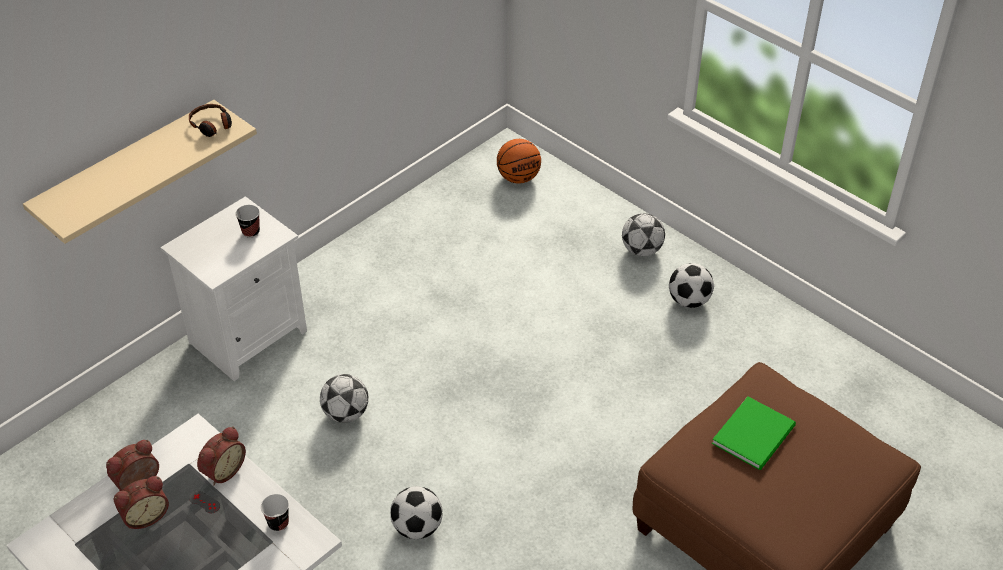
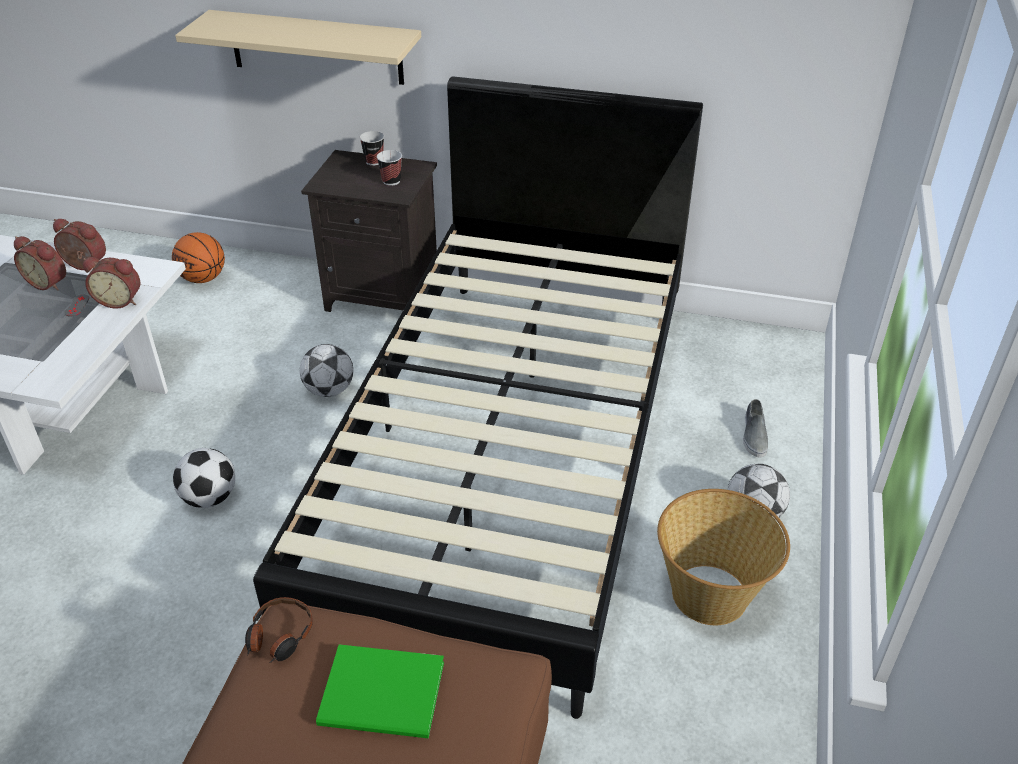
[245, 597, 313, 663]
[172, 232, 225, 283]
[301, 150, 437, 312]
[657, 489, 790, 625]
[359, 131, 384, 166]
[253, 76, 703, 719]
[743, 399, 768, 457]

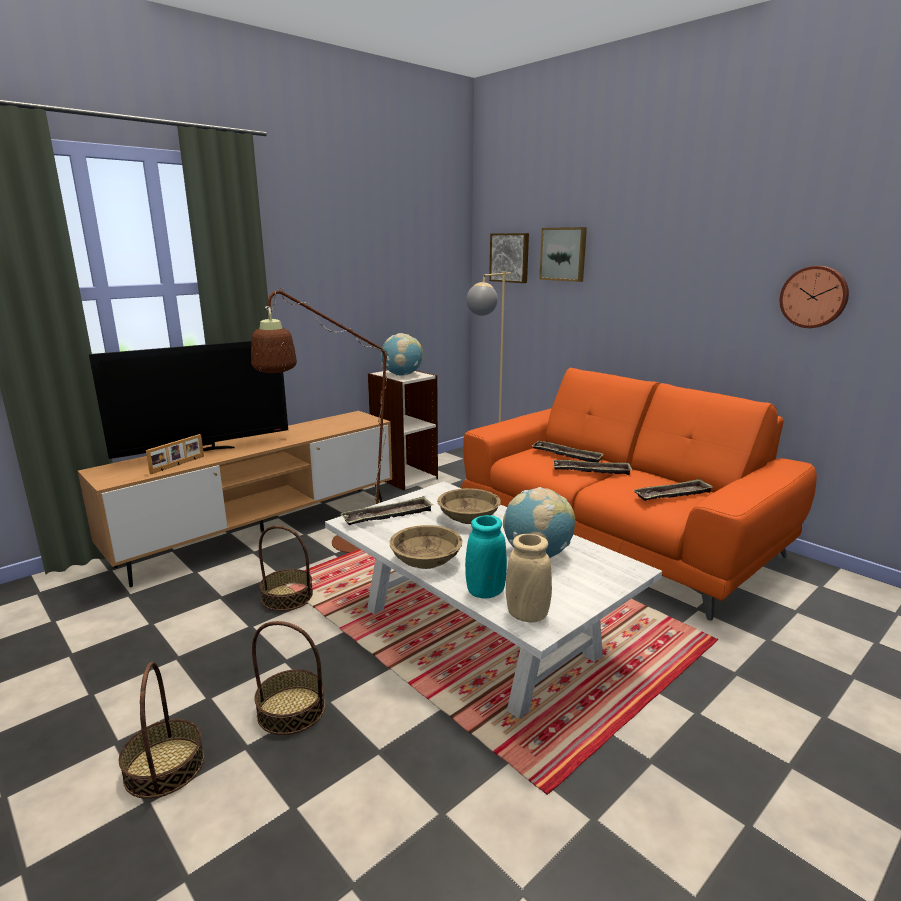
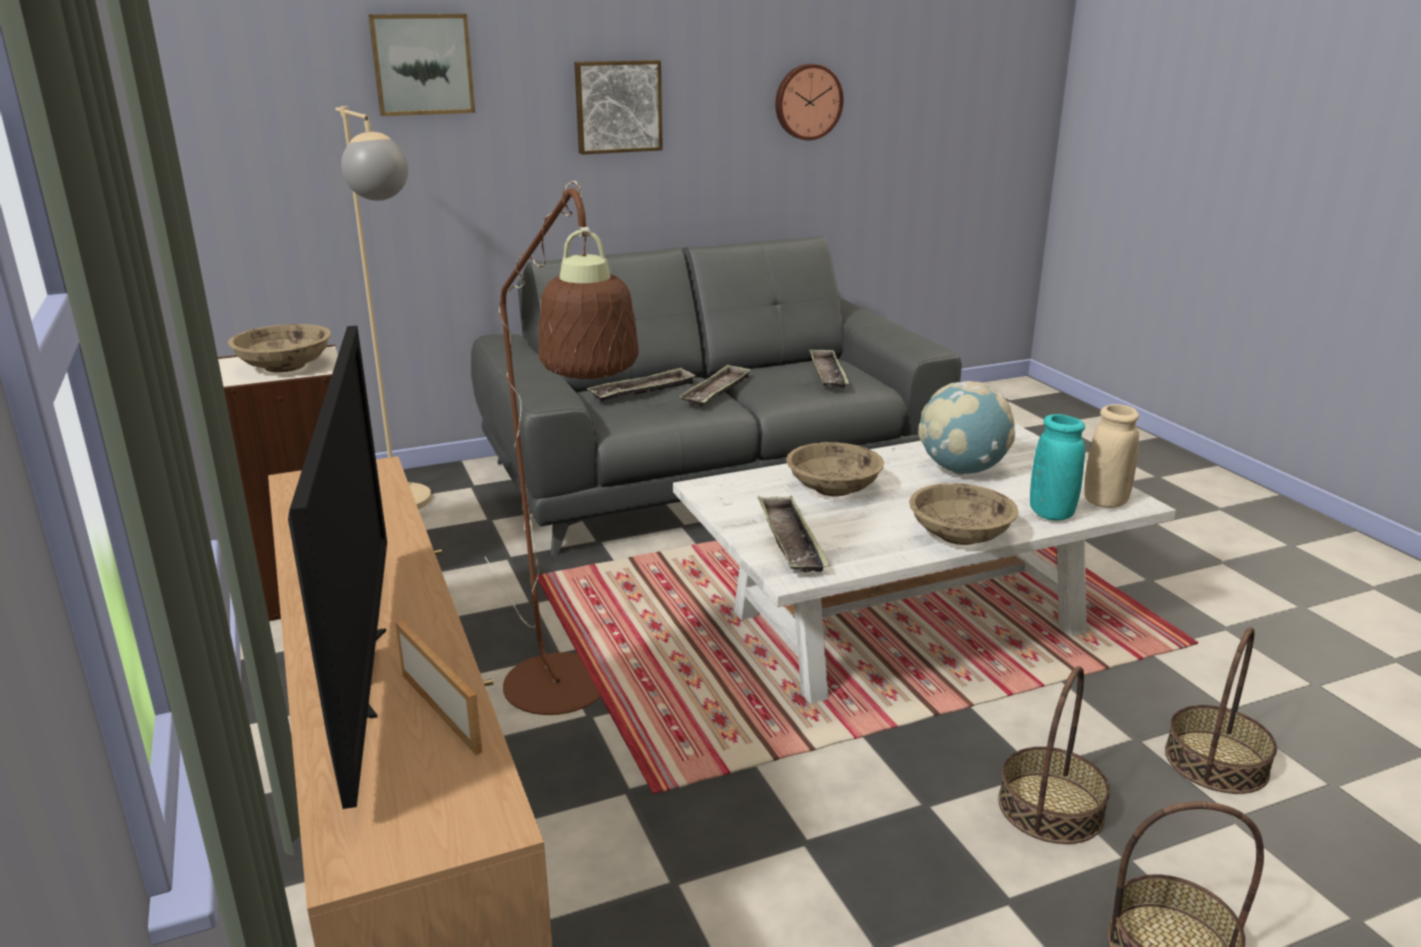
[574, 60, 663, 155]
[228, 324, 331, 373]
[471, 236, 962, 556]
[1165, 627, 1277, 794]

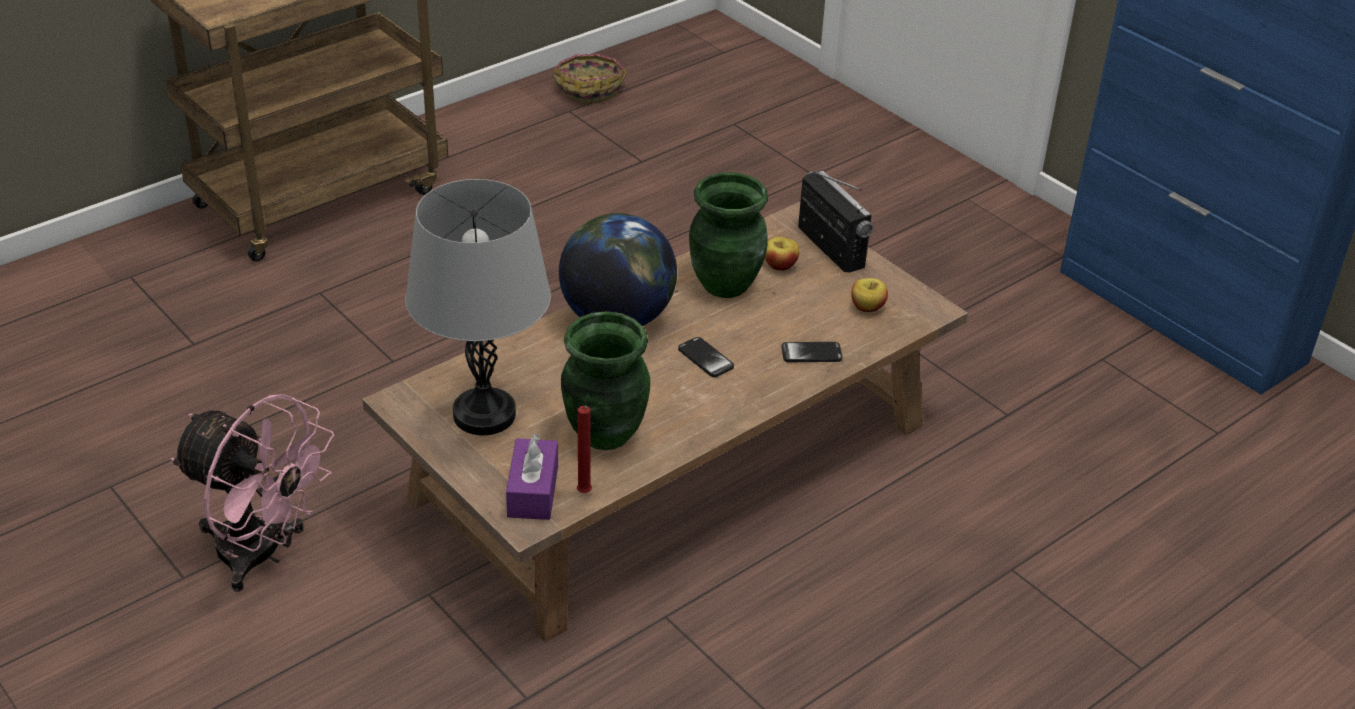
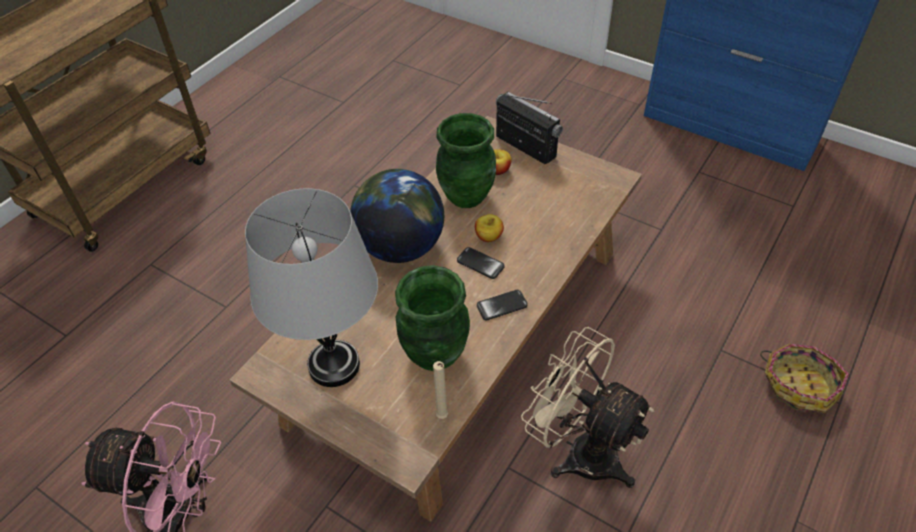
[760, 344, 849, 413]
[475, 214, 504, 242]
[477, 290, 528, 320]
[433, 361, 448, 419]
[506, 434, 558, 520] (first image)
[521, 327, 654, 488]

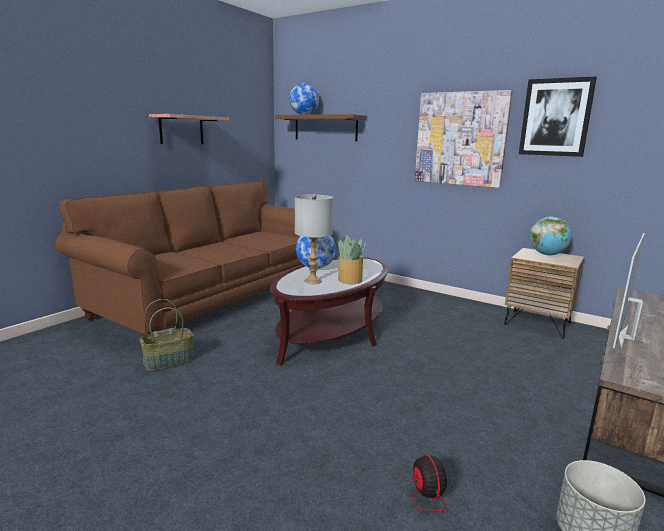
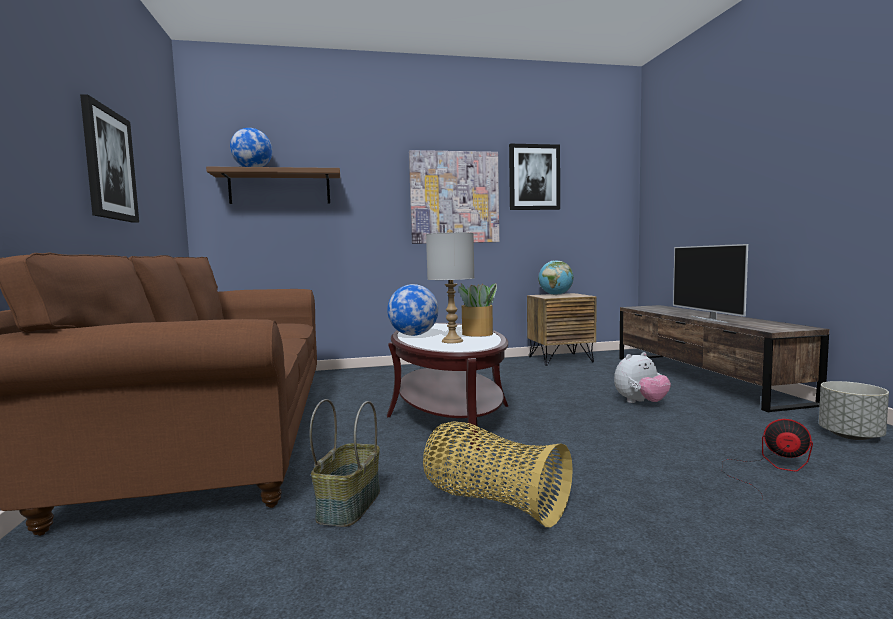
[80, 94, 139, 223]
[614, 352, 671, 403]
[423, 421, 573, 528]

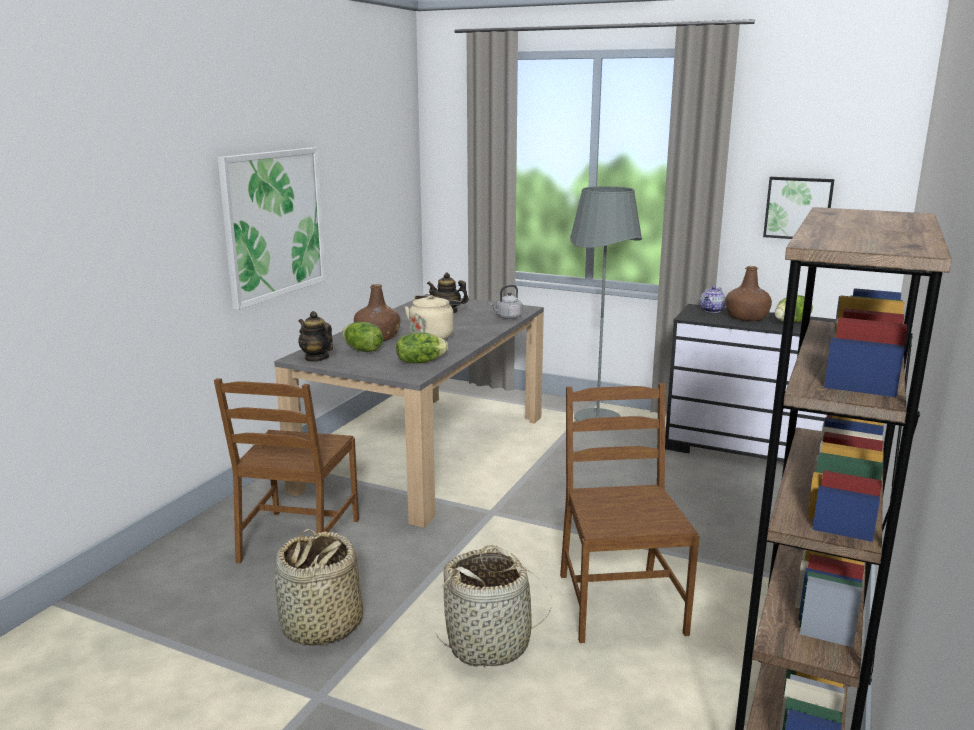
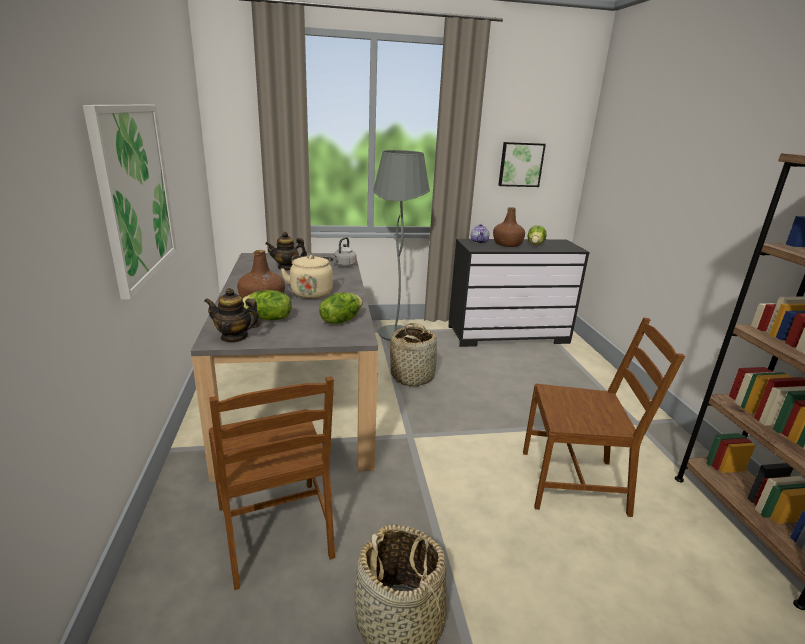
[523, 318, 685, 517]
[390, 323, 438, 387]

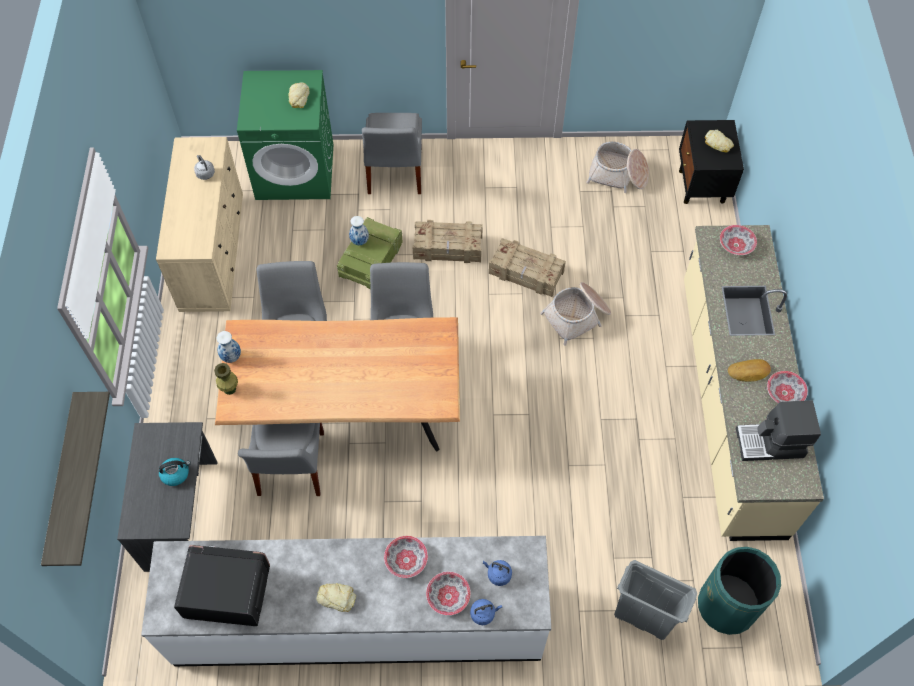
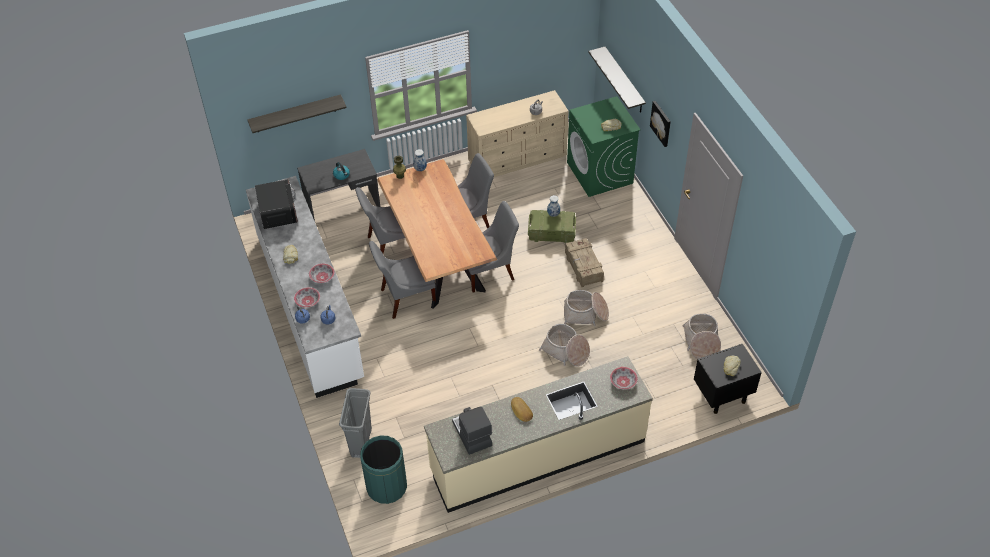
[369, 241, 436, 319]
[564, 290, 609, 327]
[767, 371, 808, 403] (first image)
[588, 47, 646, 113]
[650, 101, 671, 147]

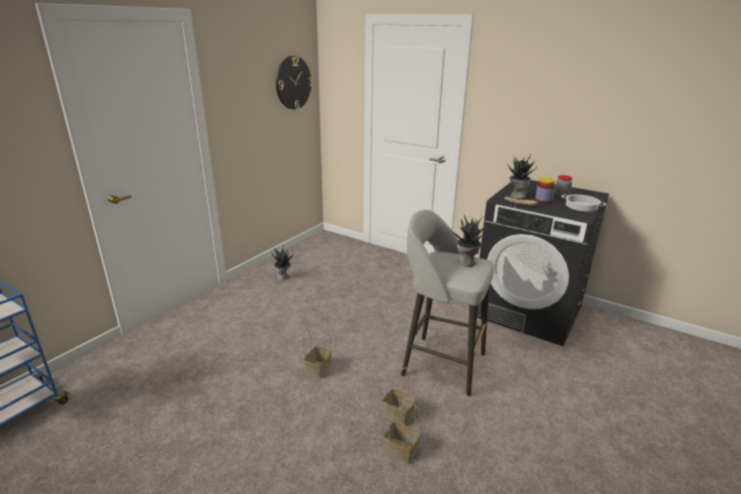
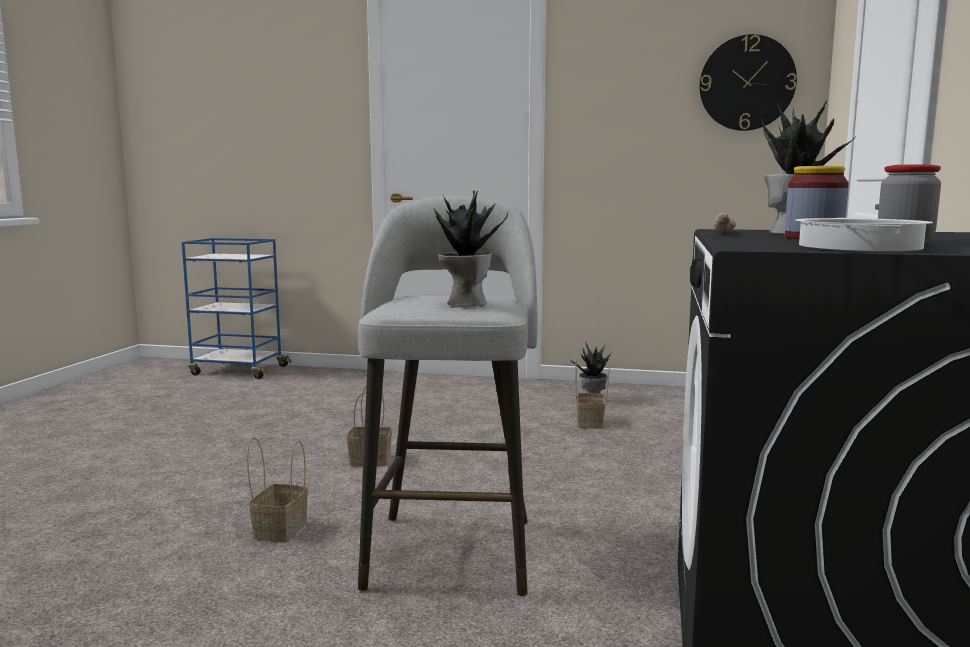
[575, 359, 610, 429]

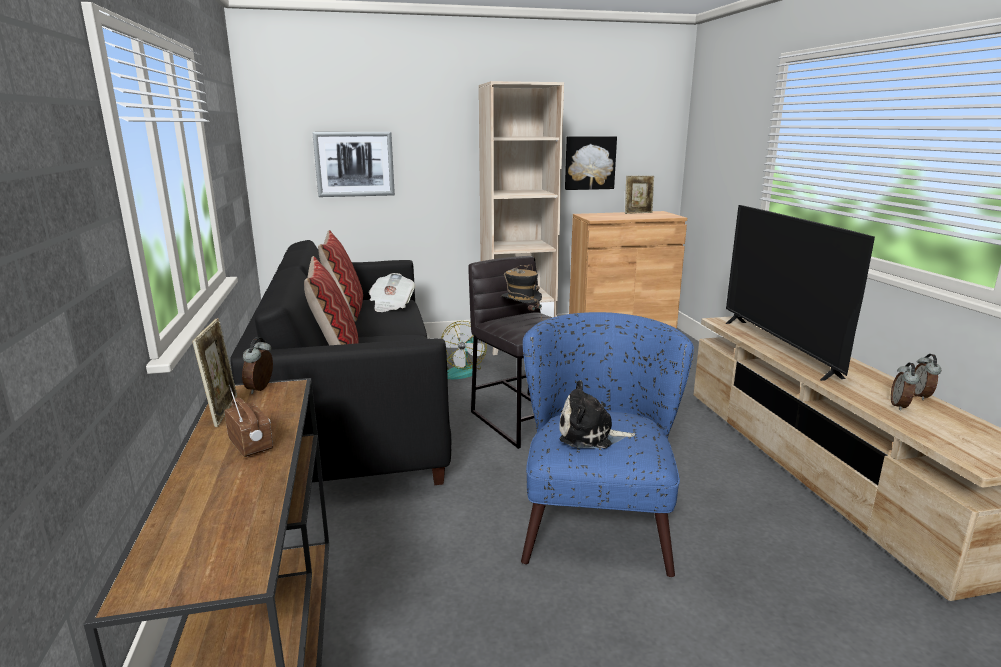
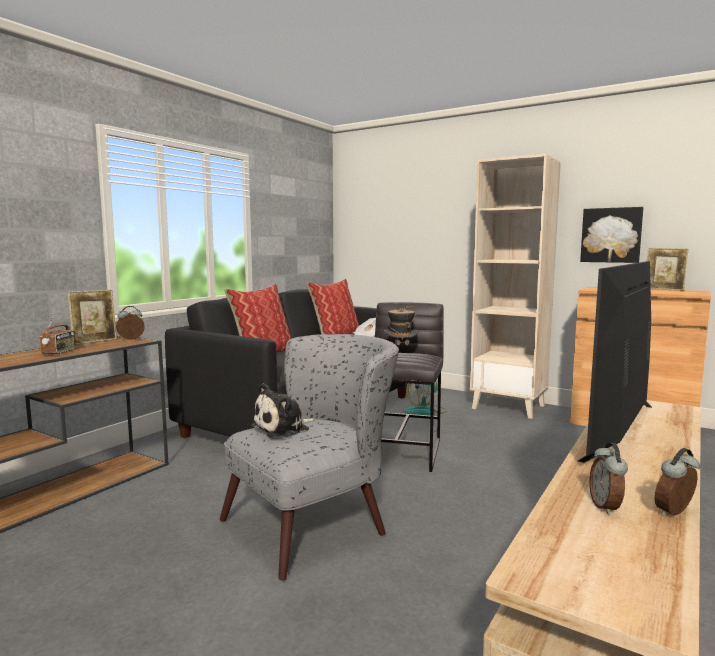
[312, 132, 395, 197] (first image)
[220, 334, 399, 580]
[589, 442, 628, 515]
[251, 383, 315, 437]

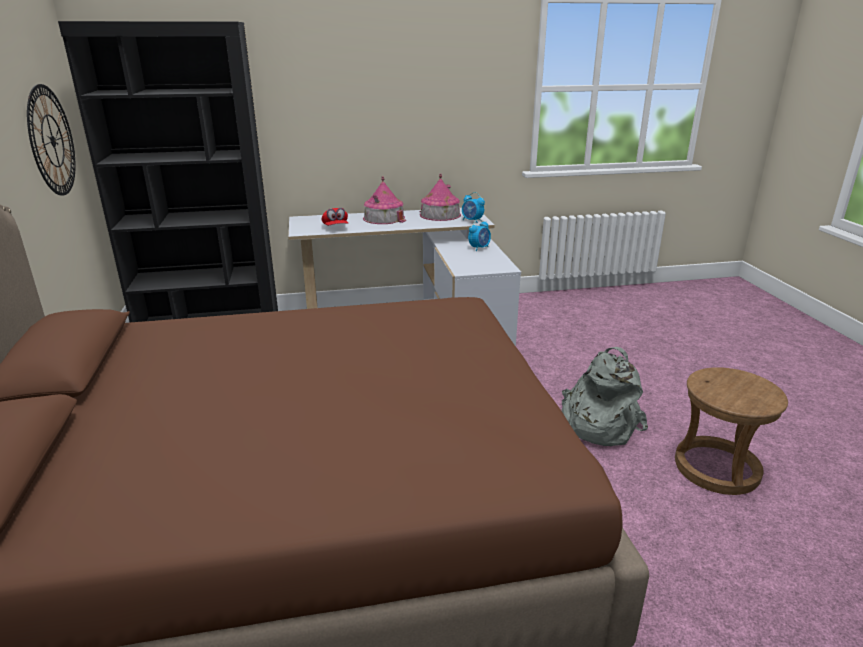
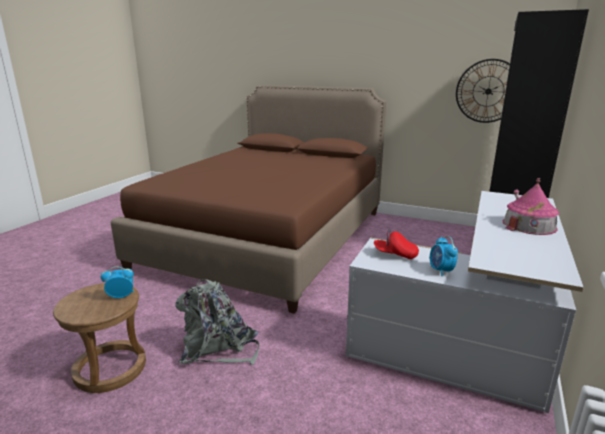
[419, 174, 461, 221] (first image)
[101, 266, 134, 298]
[374, 228, 419, 259]

